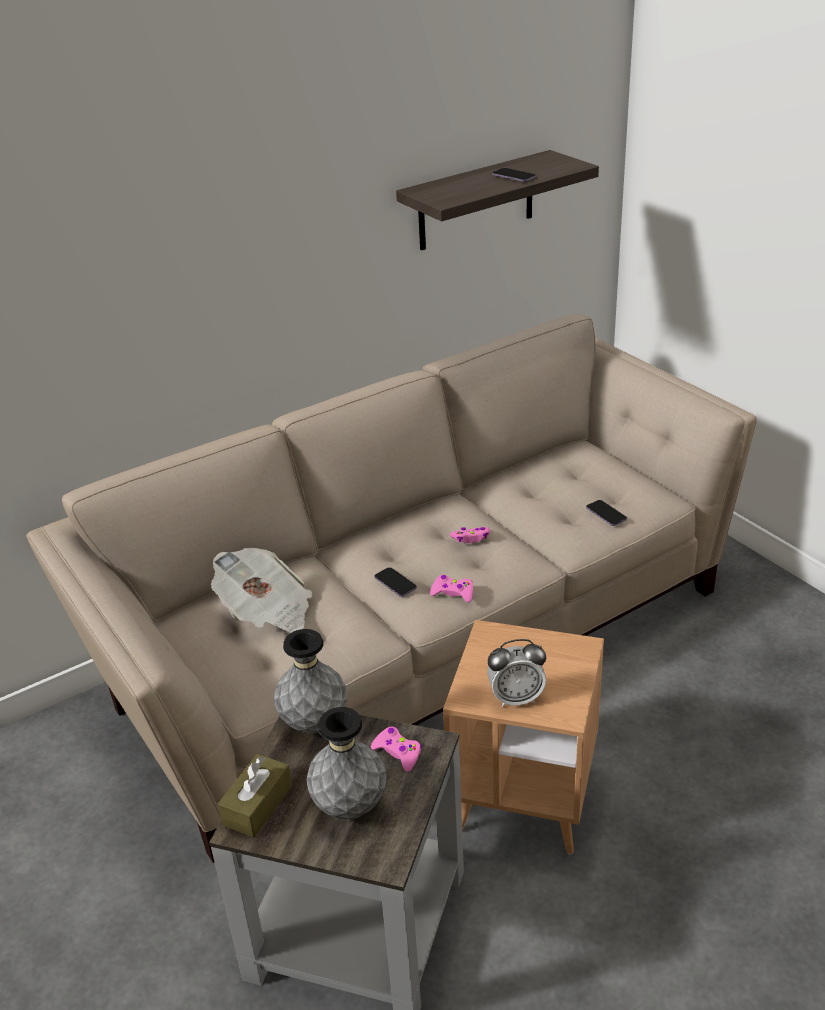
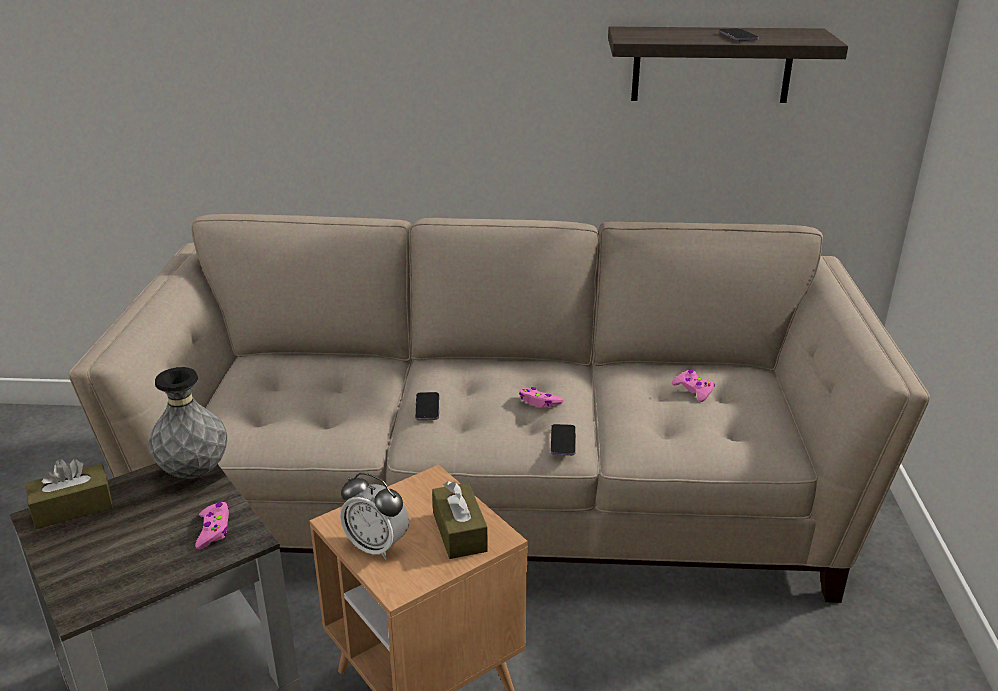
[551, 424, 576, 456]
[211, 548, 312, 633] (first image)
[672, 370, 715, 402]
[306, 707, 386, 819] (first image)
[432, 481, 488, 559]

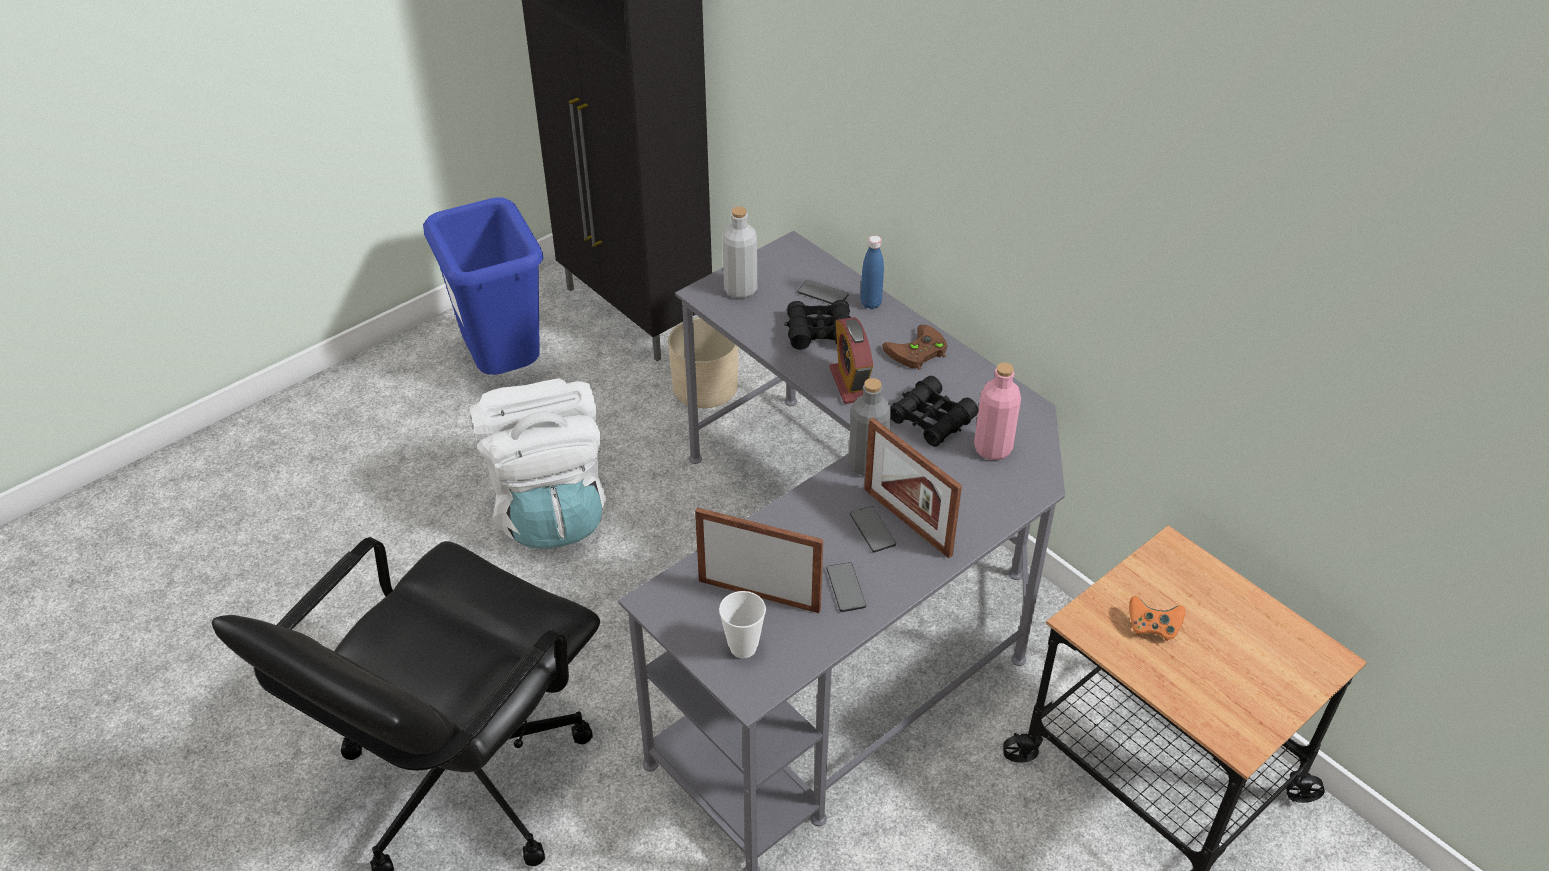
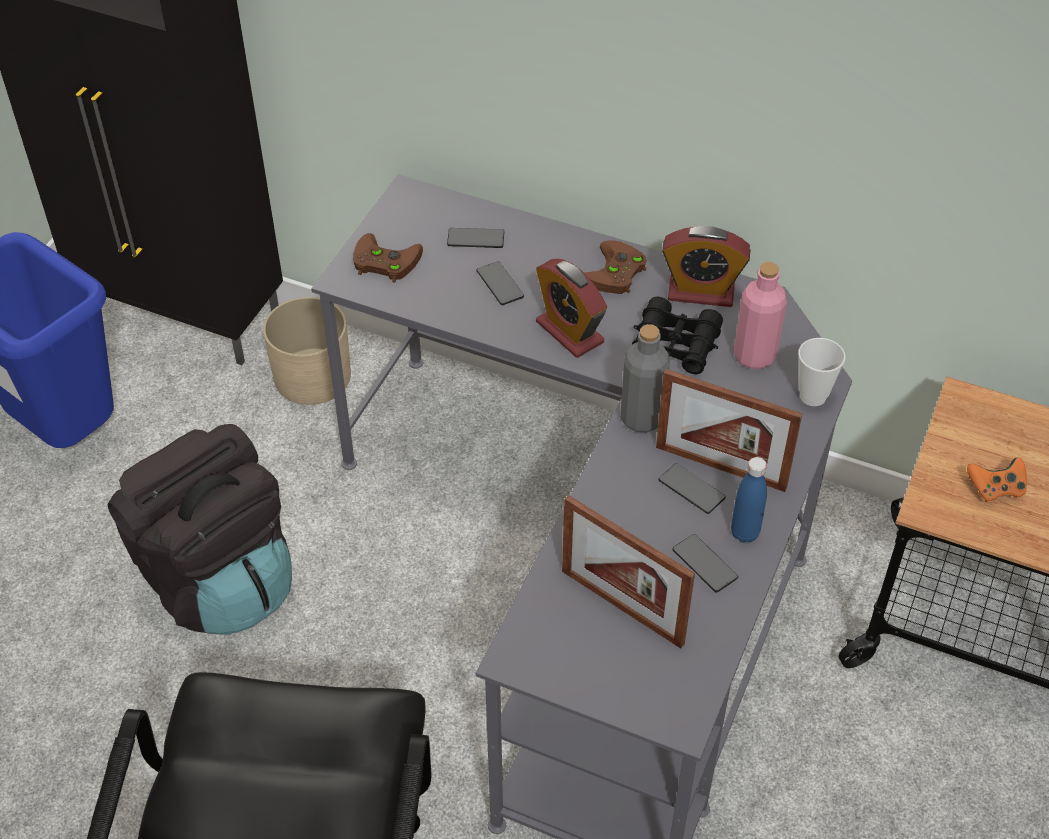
[353, 233, 423, 282]
[731, 457, 767, 543]
[476, 261, 524, 305]
[107, 424, 292, 635]
[562, 495, 695, 648]
[798, 338, 846, 406]
[662, 226, 750, 307]

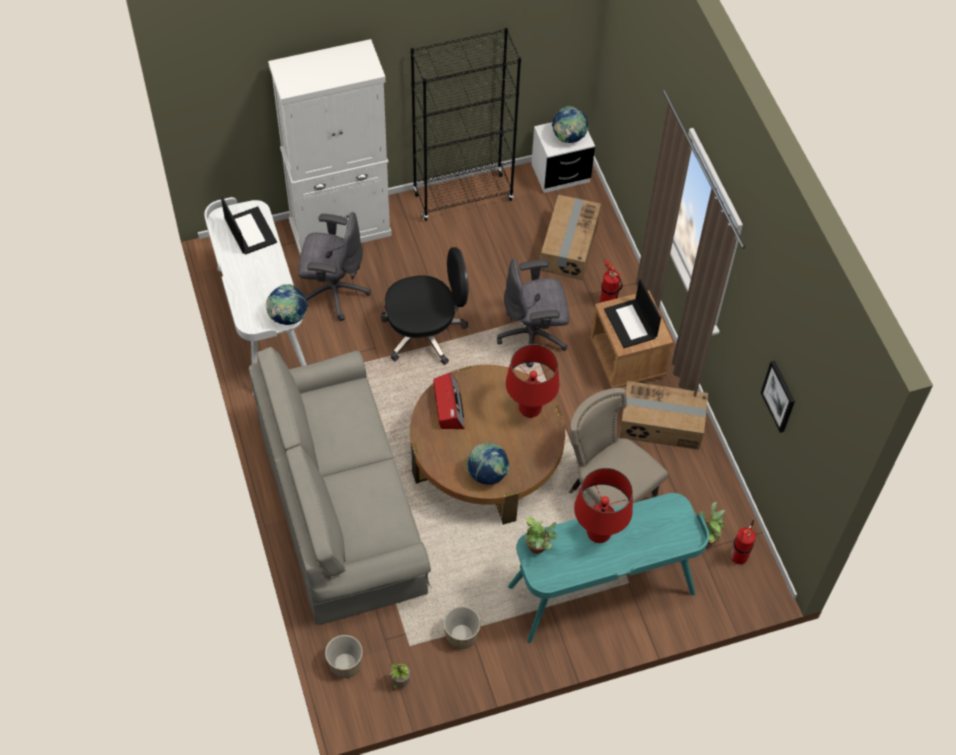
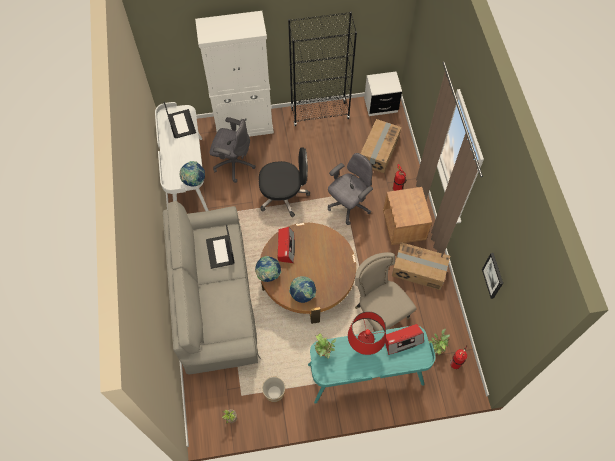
[255, 256, 281, 282]
[328, 153, 373, 225]
[206, 225, 235, 269]
[506, 344, 559, 418] (first image)
[325, 635, 363, 678] (first image)
[385, 324, 424, 355]

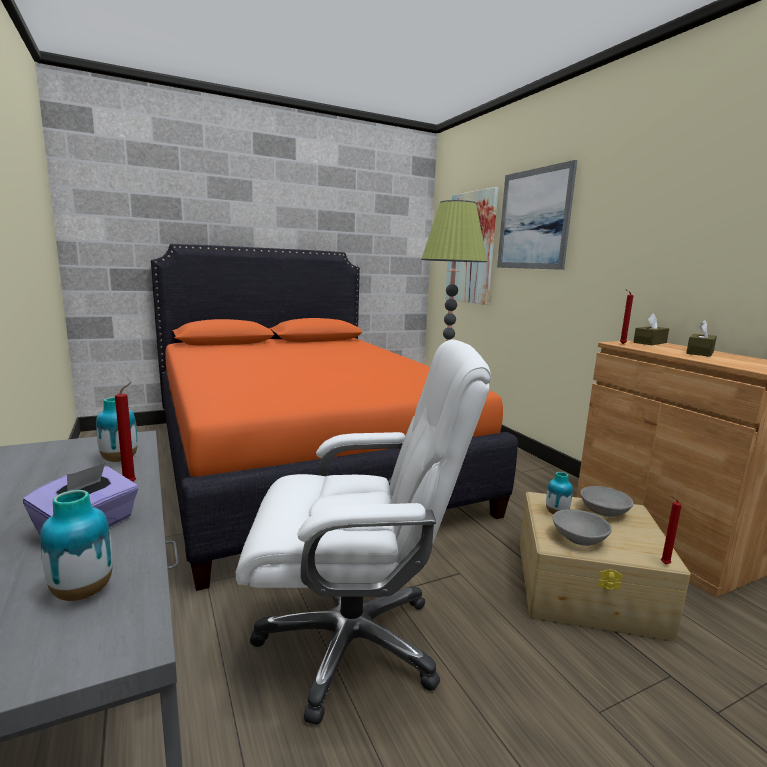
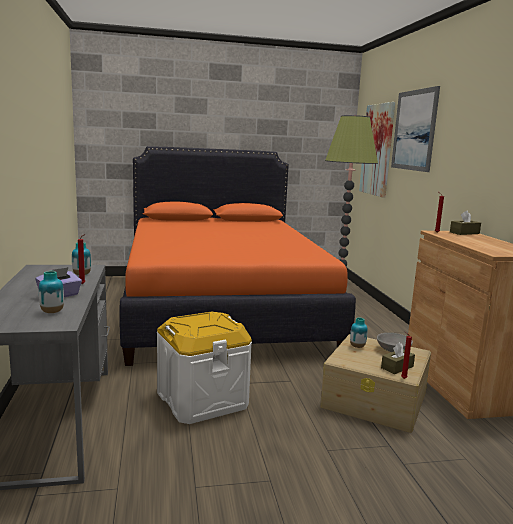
[381, 342, 415, 374]
[157, 312, 252, 424]
[553, 509, 612, 546] (first image)

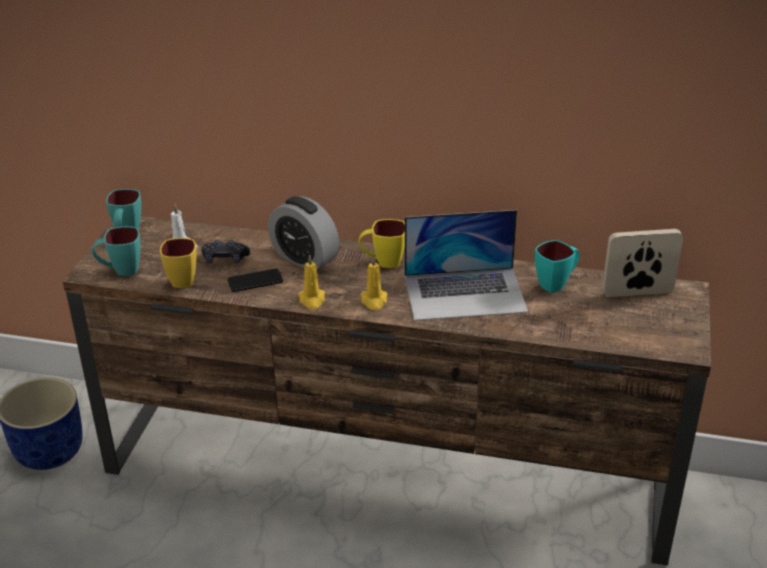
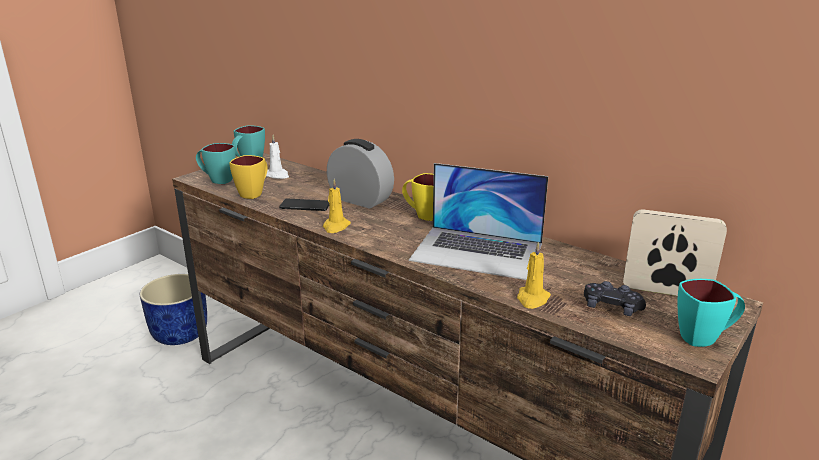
[327, 139, 394, 209]
[584, 281, 646, 316]
[678, 279, 745, 347]
[517, 242, 551, 309]

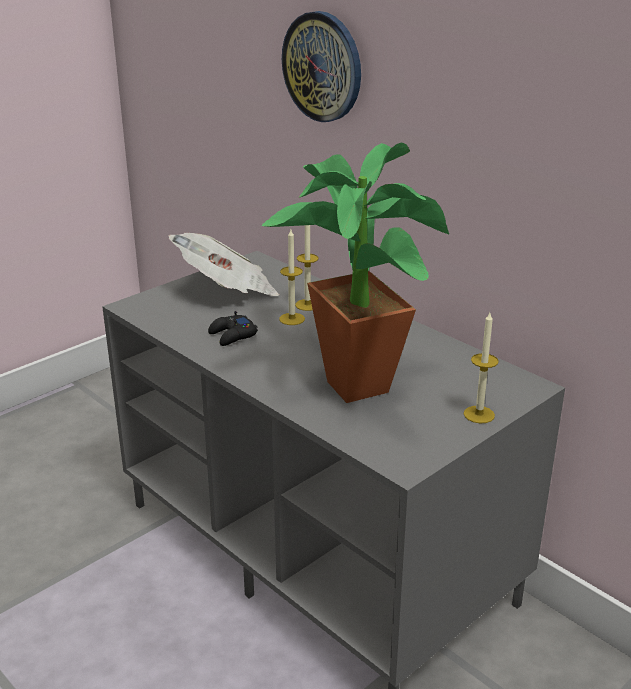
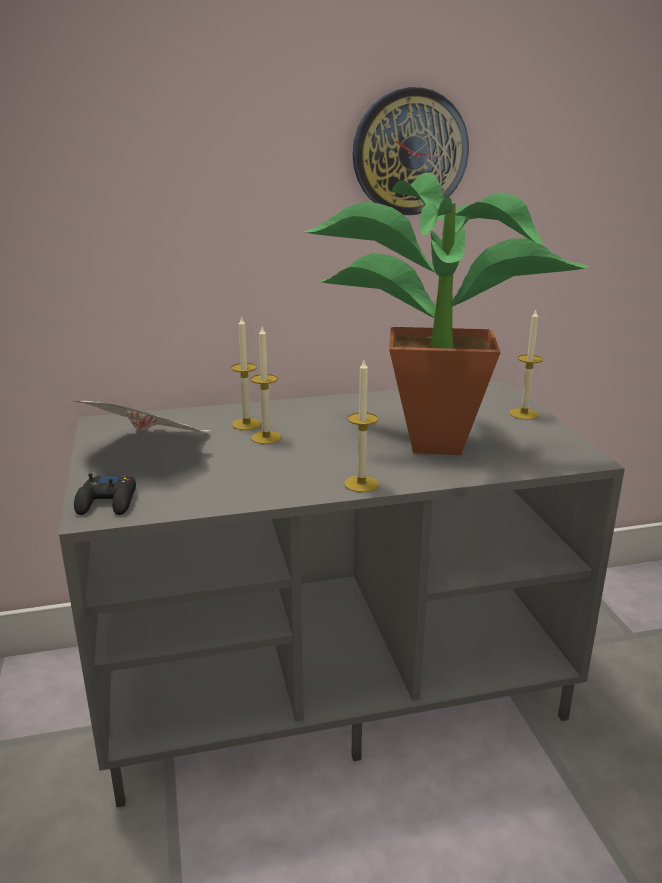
[352, 87, 469, 215]
[74, 473, 136, 515]
[344, 360, 379, 492]

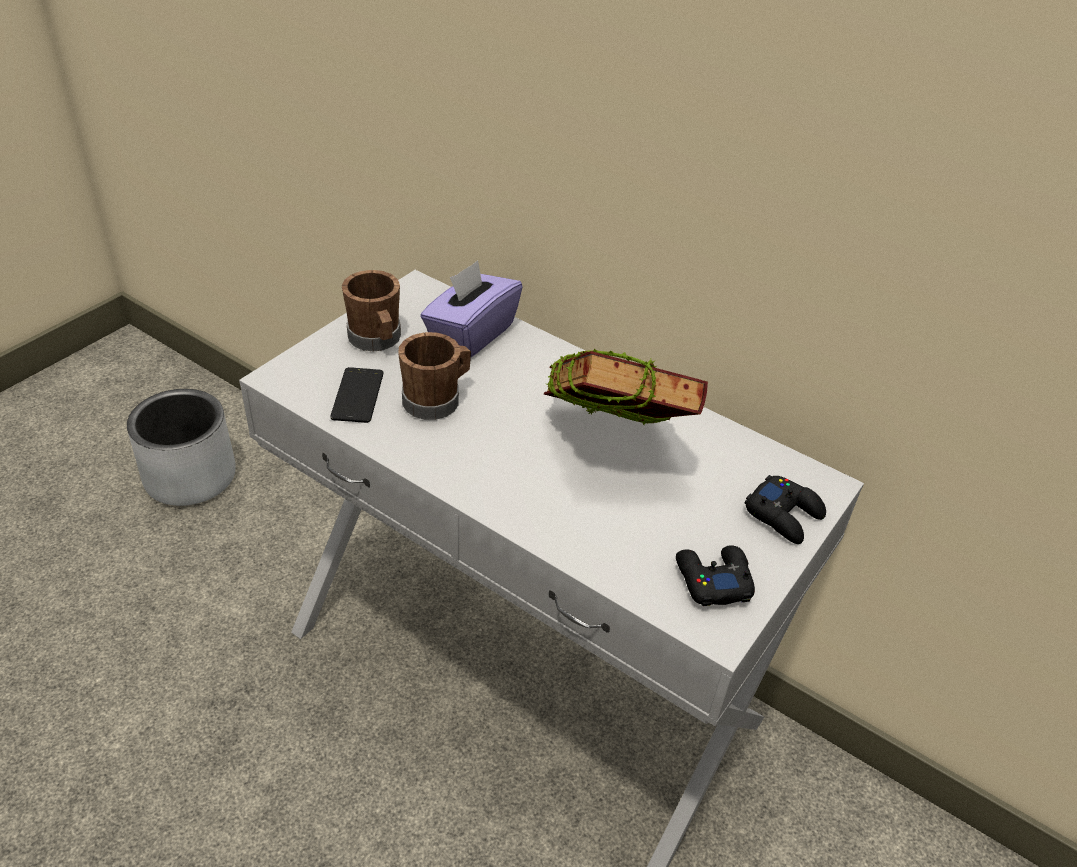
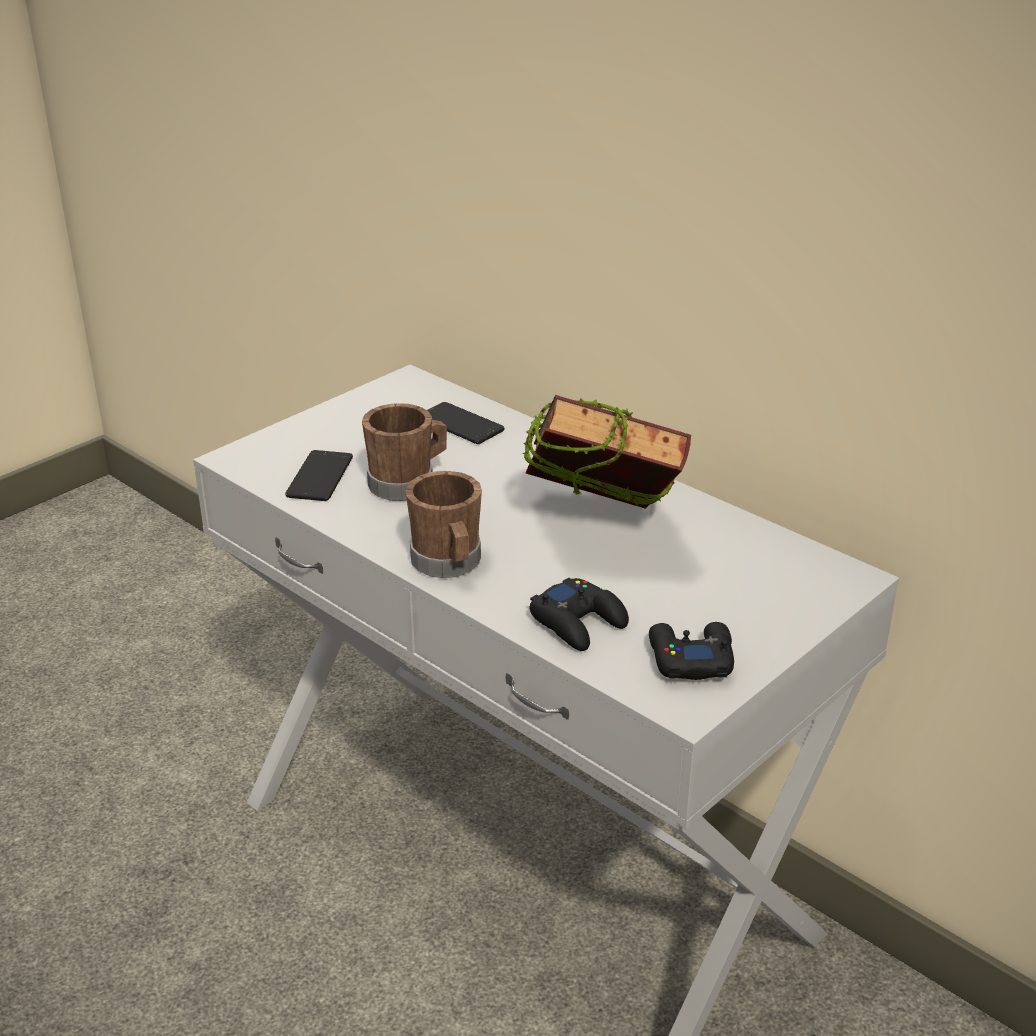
[427, 402, 504, 444]
[405, 471, 482, 578]
[127, 389, 236, 506] (first image)
[530, 578, 629, 651]

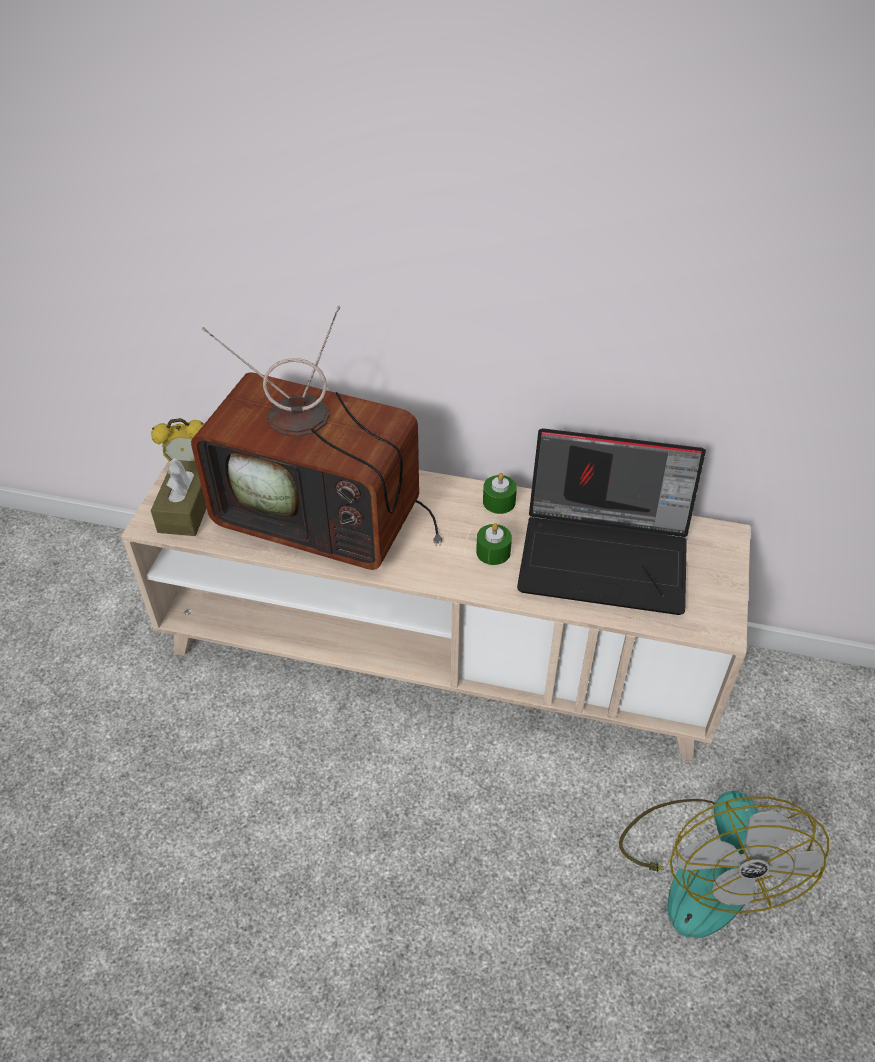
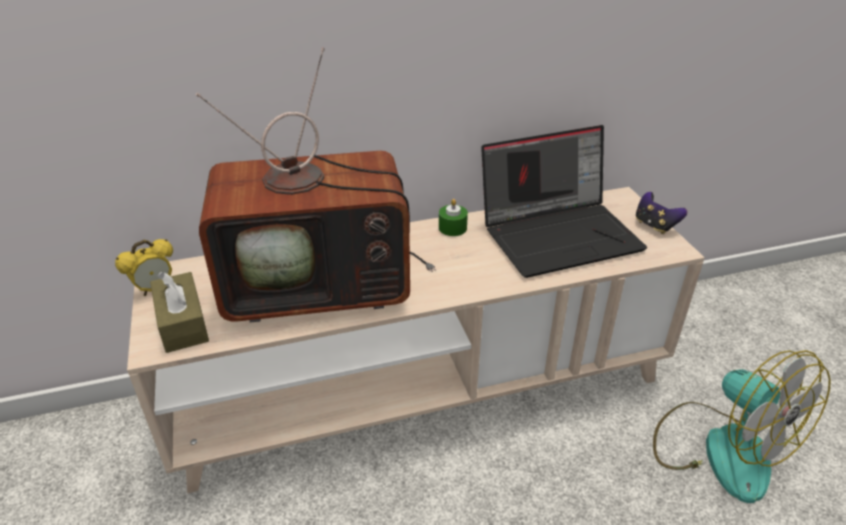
[476, 523, 512, 565] (first image)
[636, 192, 687, 234]

